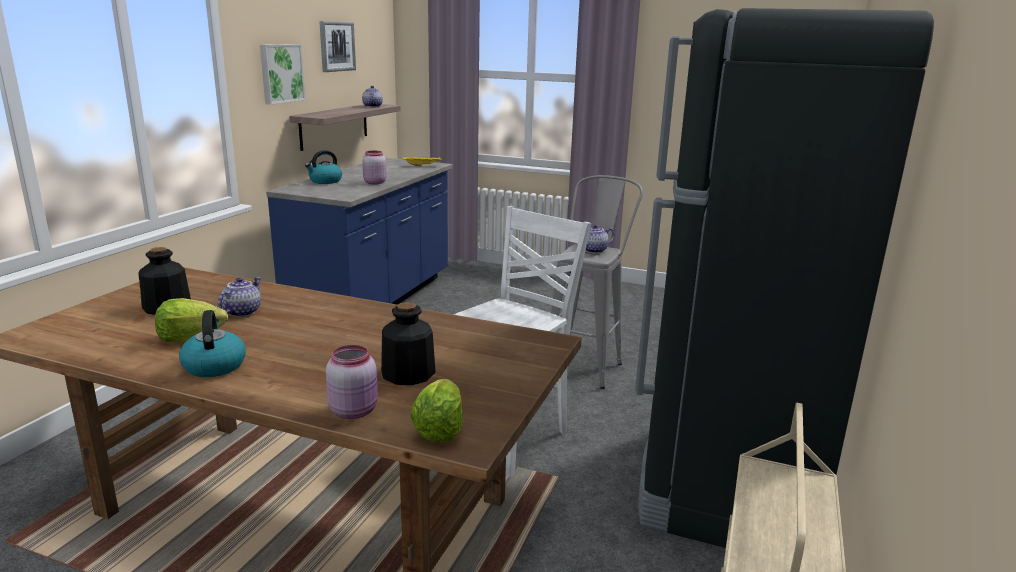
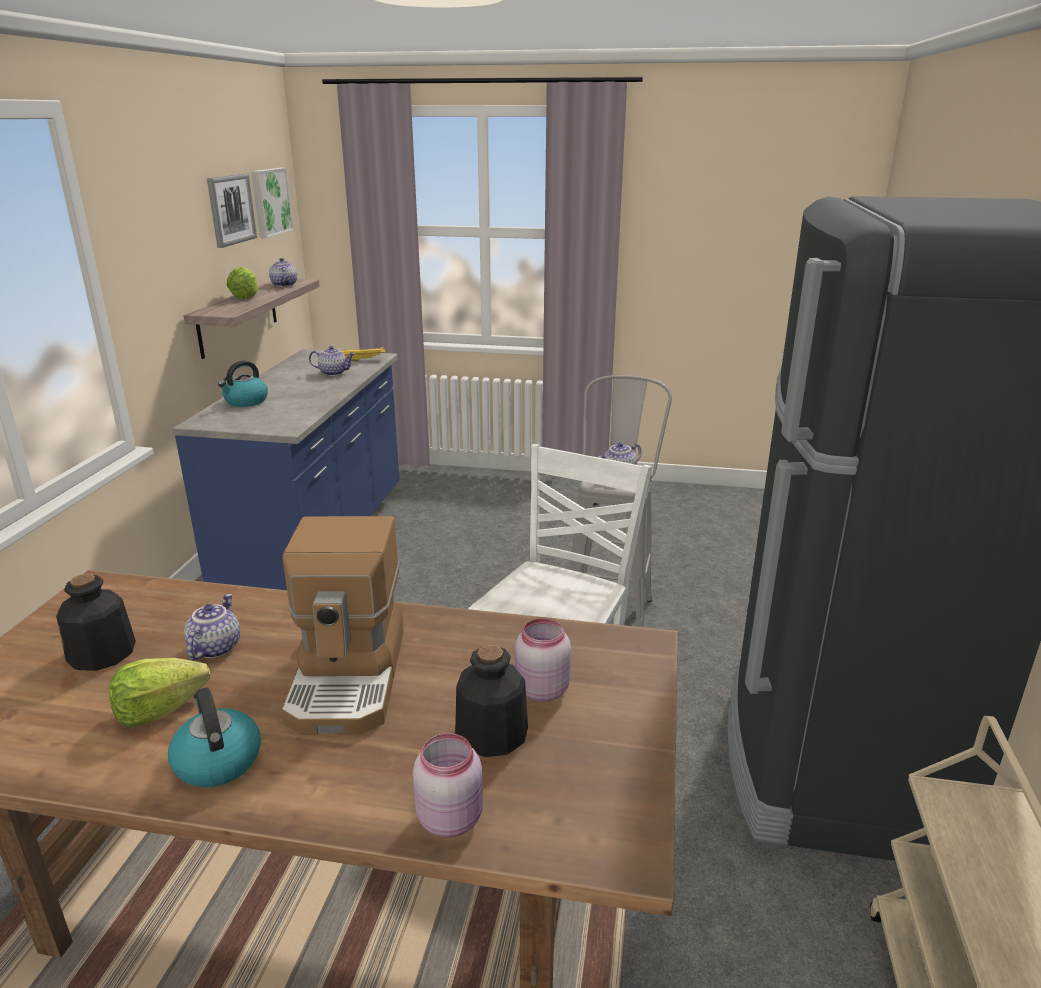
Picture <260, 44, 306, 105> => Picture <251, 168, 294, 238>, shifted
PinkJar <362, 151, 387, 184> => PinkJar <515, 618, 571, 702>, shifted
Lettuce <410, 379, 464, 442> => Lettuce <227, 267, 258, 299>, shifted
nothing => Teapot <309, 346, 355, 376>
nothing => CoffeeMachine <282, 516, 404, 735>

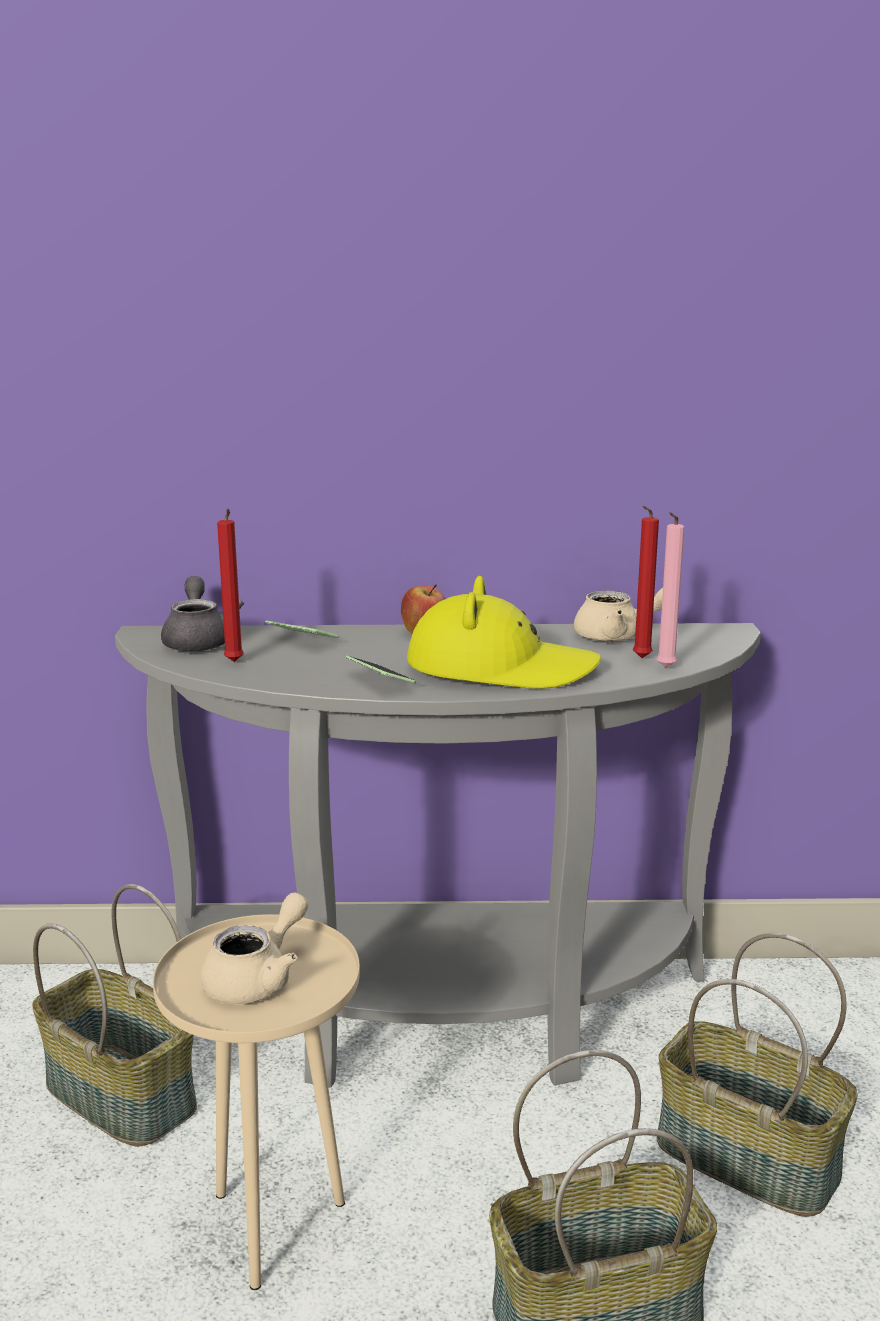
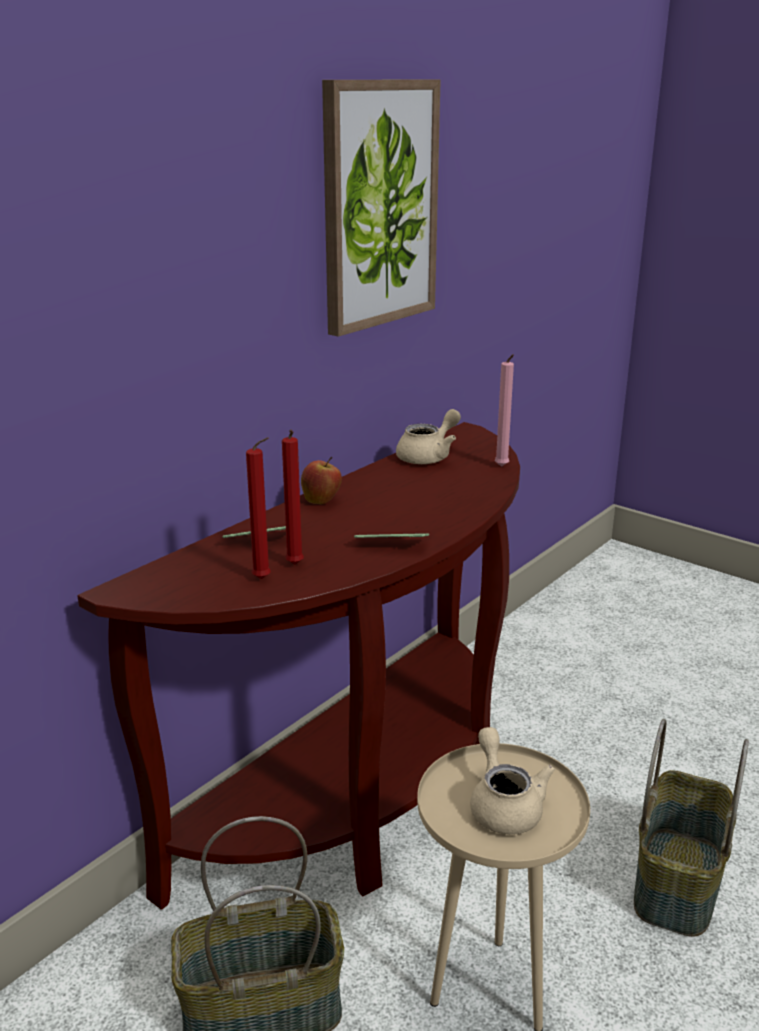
RedCandle <633, 505, 659, 658> => RedCandle <282, 430, 304, 564>, shifted
GreyTeapot <161, 576, 244, 652> => nothing
YellowHat <407, 576, 602, 689> => nothing
GreyConsoleTable <115, 623, 761, 1088> => BrownConsoleTable <78, 422, 520, 910>
Basket <657, 933, 858, 1217> => nothing
nothing => Picture <322, 80, 441, 337>

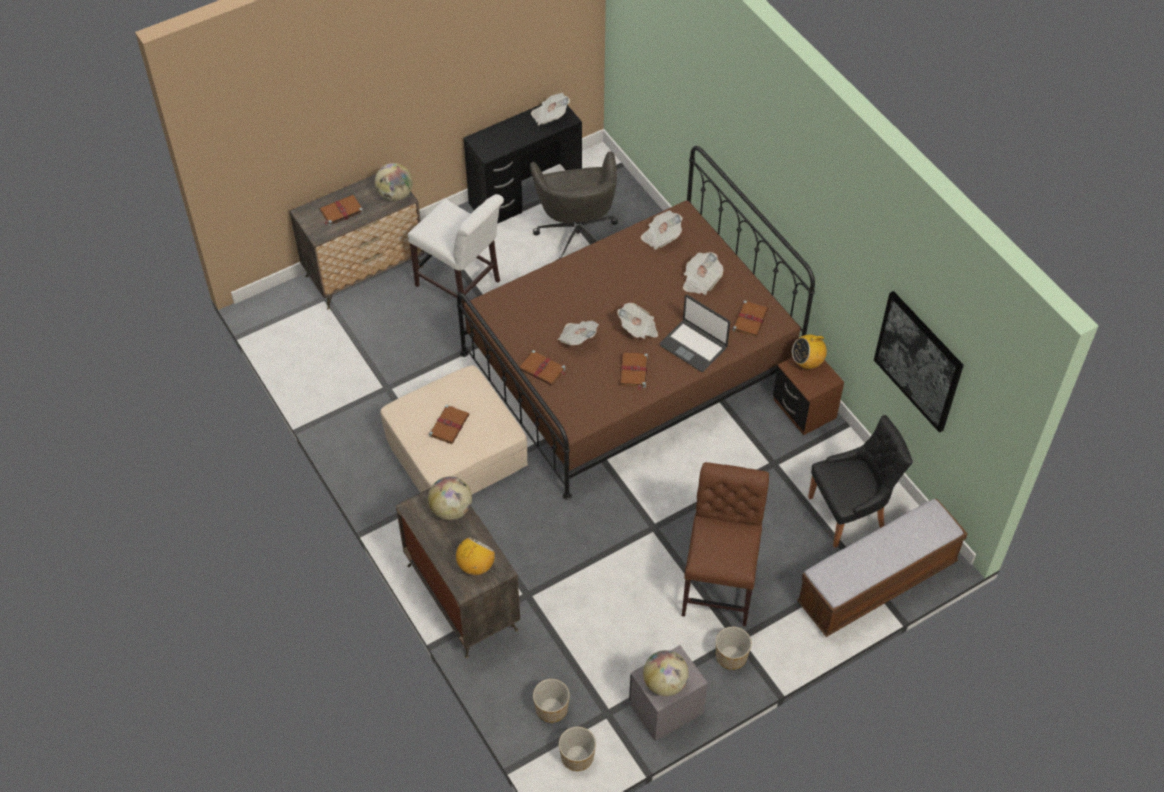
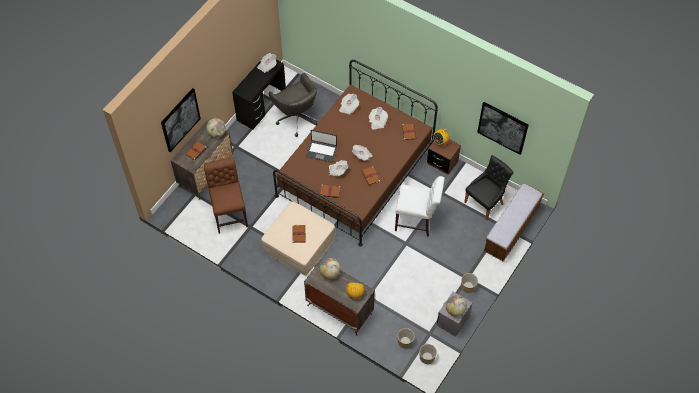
WhiteChair <408, 194, 504, 314> => WhiteChair <395, 176, 445, 237>, shifted
Laptop <660, 295, 730, 372> => Laptop <306, 130, 337, 162>, shifted
BrownChair <682, 462, 769, 627> => BrownChair <204, 158, 248, 234>, shifted
nothing => Picture <161, 88, 201, 152>

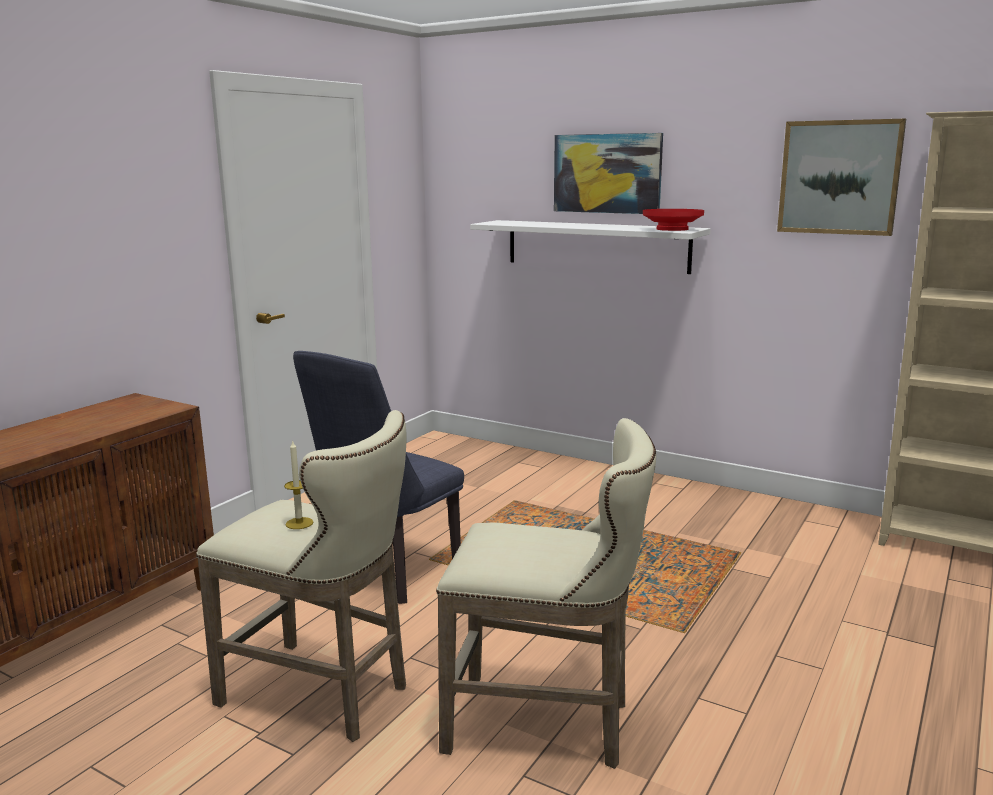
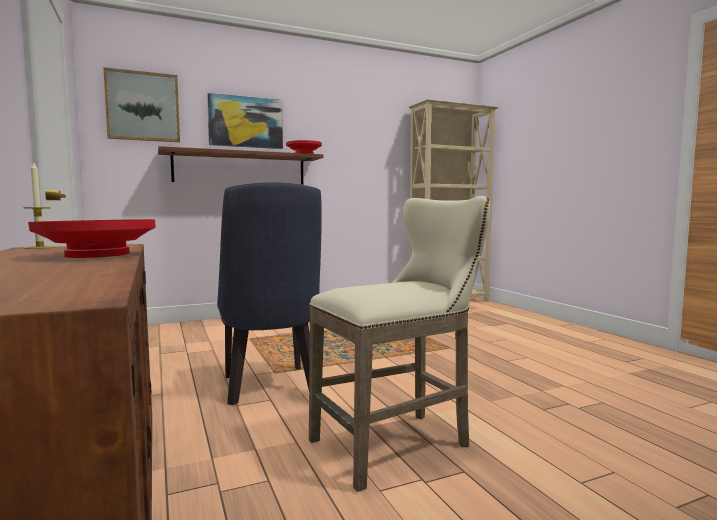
Picture <777, 119, 906, 236> => Picture <103, 67, 180, 142>, shifted
WhiteShelf <470, 220, 711, 274> => BrownShelf <158, 146, 323, 185>
BeigeStool <436, 418, 656, 769> => nothing
Candle <284, 441, 313, 529> => Candle <23, 163, 56, 249>, shifted
nothing => RedBowl <28, 219, 156, 258>

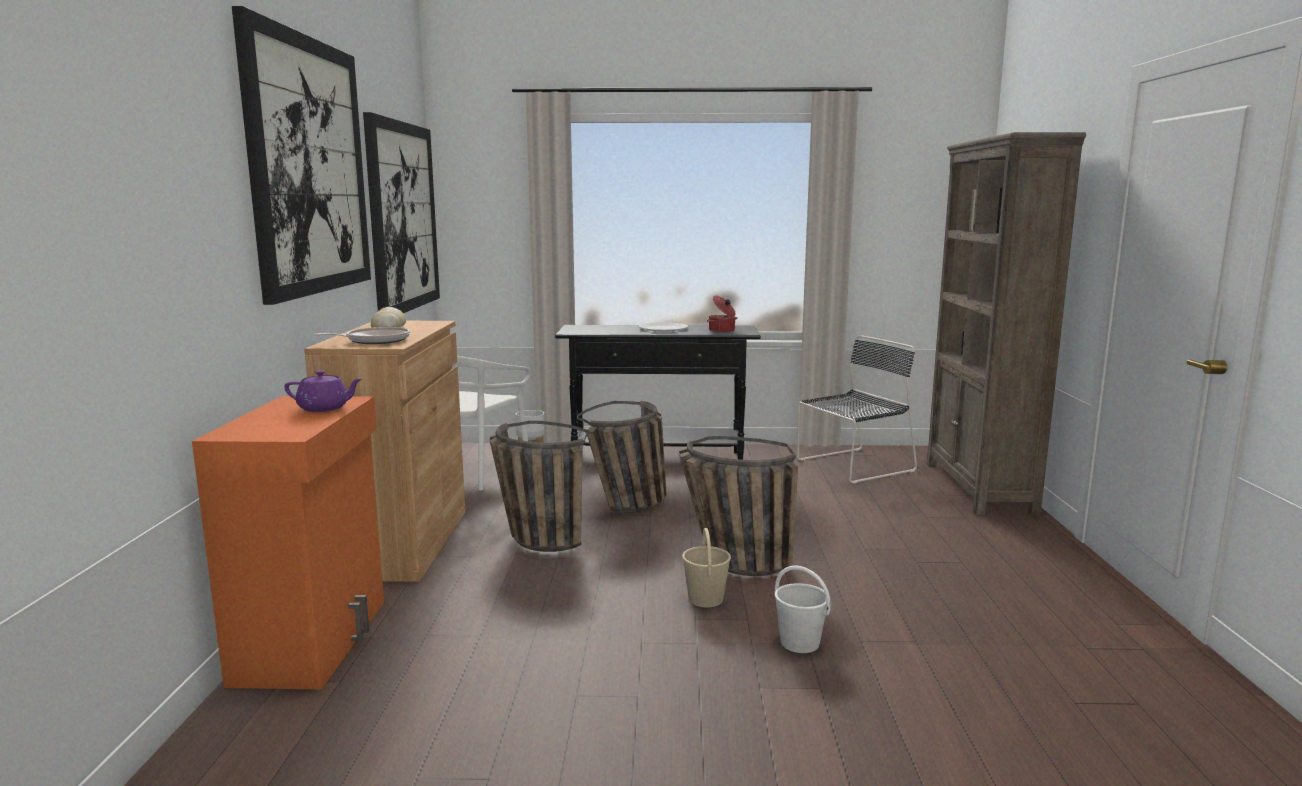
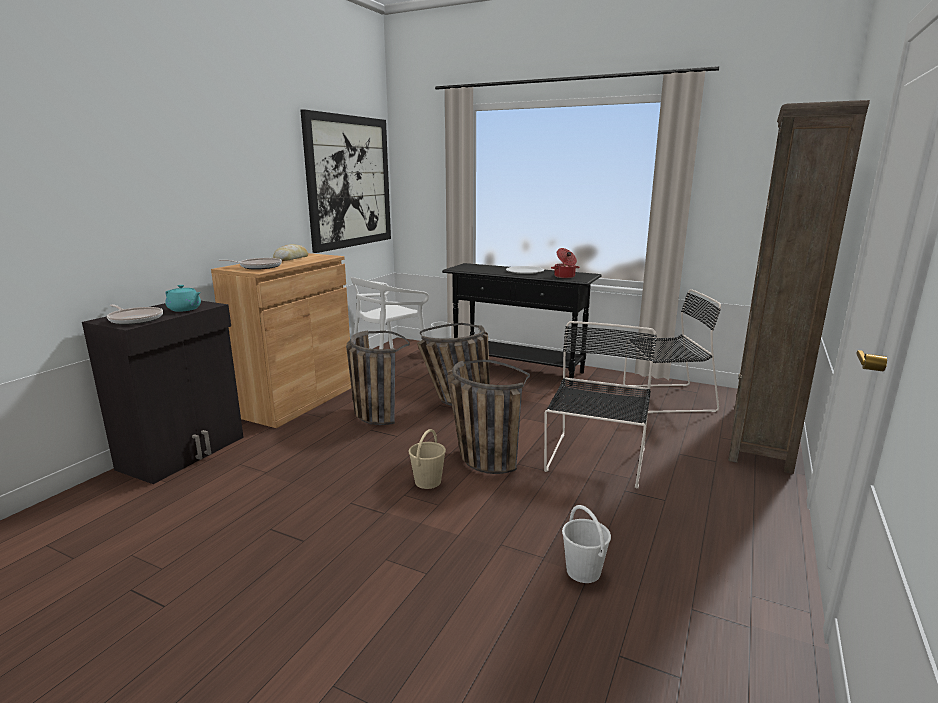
Picture <232, 6, 371, 305> => nothing
PurpleTeapot <284, 370, 362, 412> => TurquoiseTeapot <165, 285, 201, 312>
OrangeCabinet <192, 396, 384, 689> => BlackCabinet <82, 301, 244, 484>
WhiteBucket <775, 565, 831, 653> => WhiteBucket <562, 505, 611, 583>, shifted
nothing => FryingPan <107, 304, 163, 325>
nothing => BlackChair <544, 321, 657, 488>

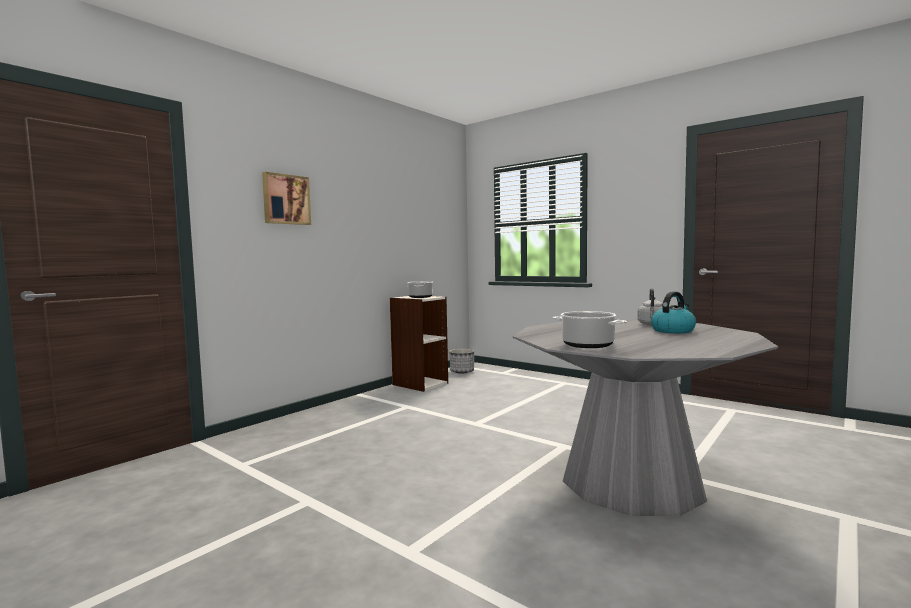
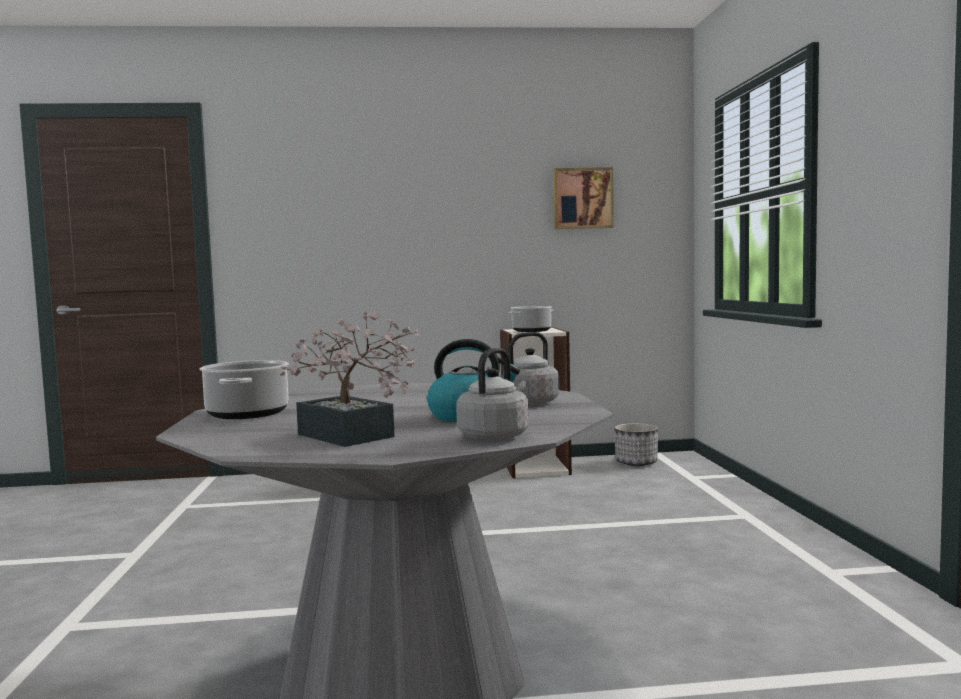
Picture <262, 172, 311, 225> => Picture <553, 167, 614, 229>, shifted
nothing => PottedPlant <278, 311, 420, 447>
nothing => GreyKettle <456, 348, 529, 441>

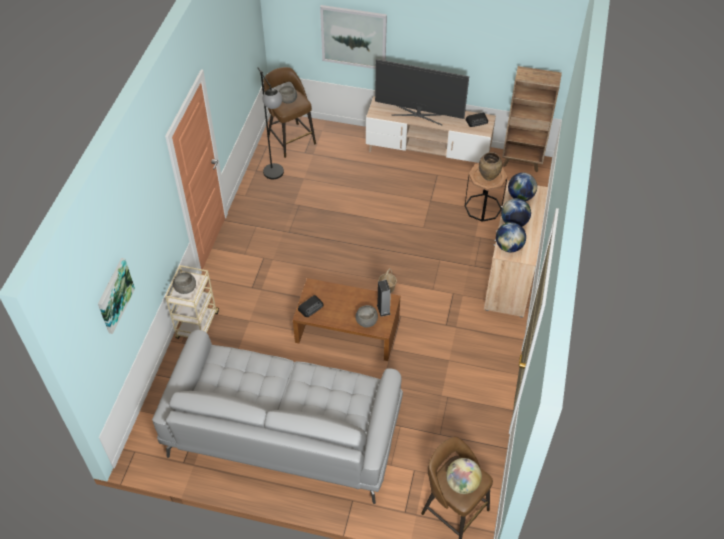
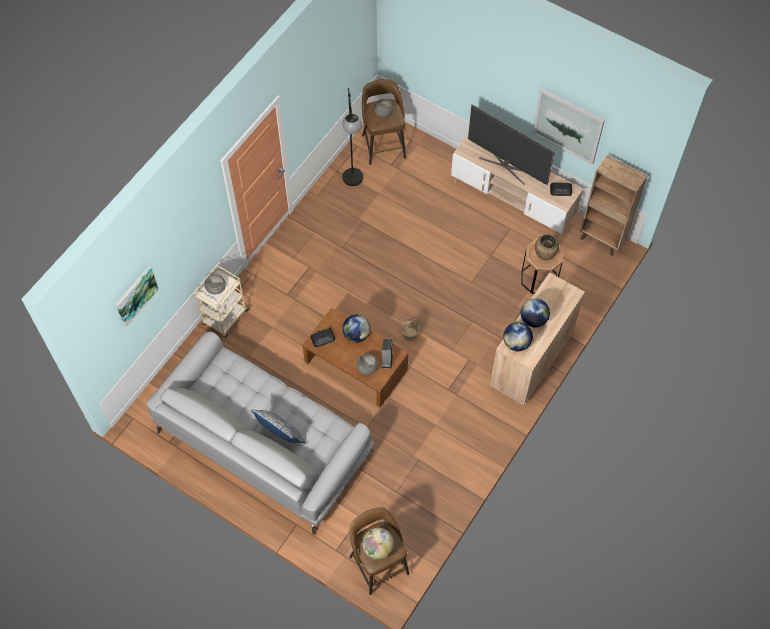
Picture <320, 5, 387, 69> => Picture <533, 89, 605, 165>, shifted
Globe <508, 173, 537, 201> => Globe <342, 315, 371, 343>, shifted
nothing => Pillow <251, 409, 306, 443>

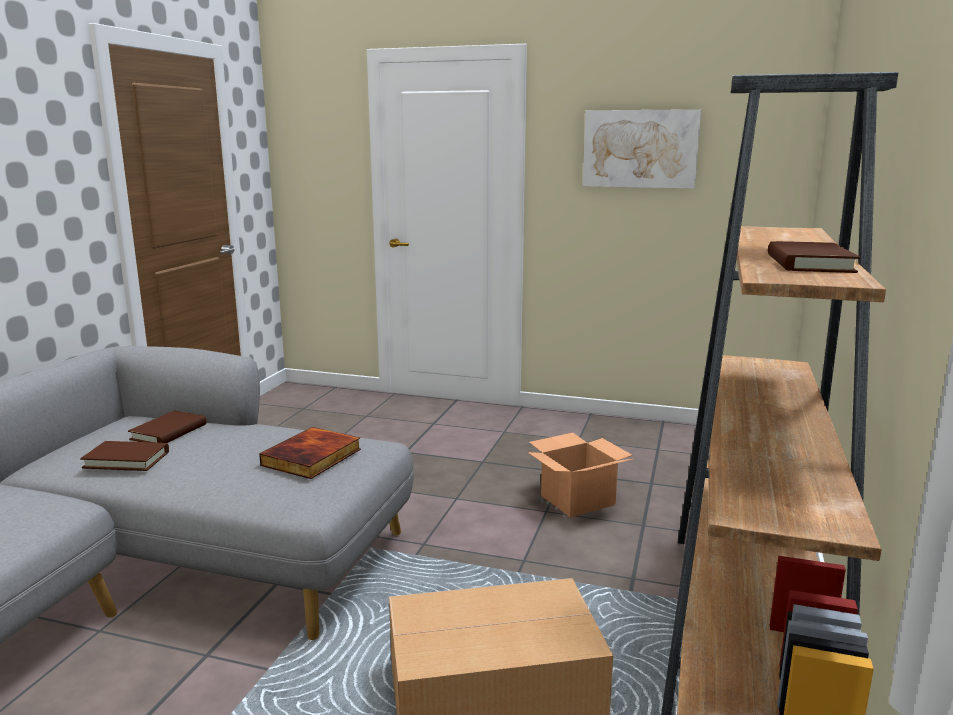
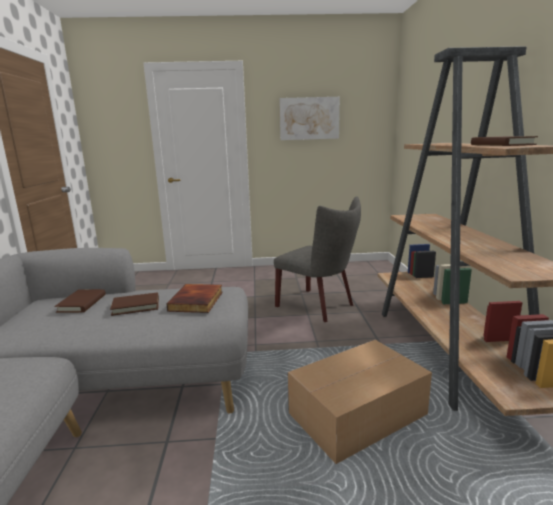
CardboardBox <527, 433, 633, 518> => GreyChair <274, 196, 361, 322>
BrownBook <80, 441, 169, 471> => BrownBook <110, 292, 159, 316>, shifted

